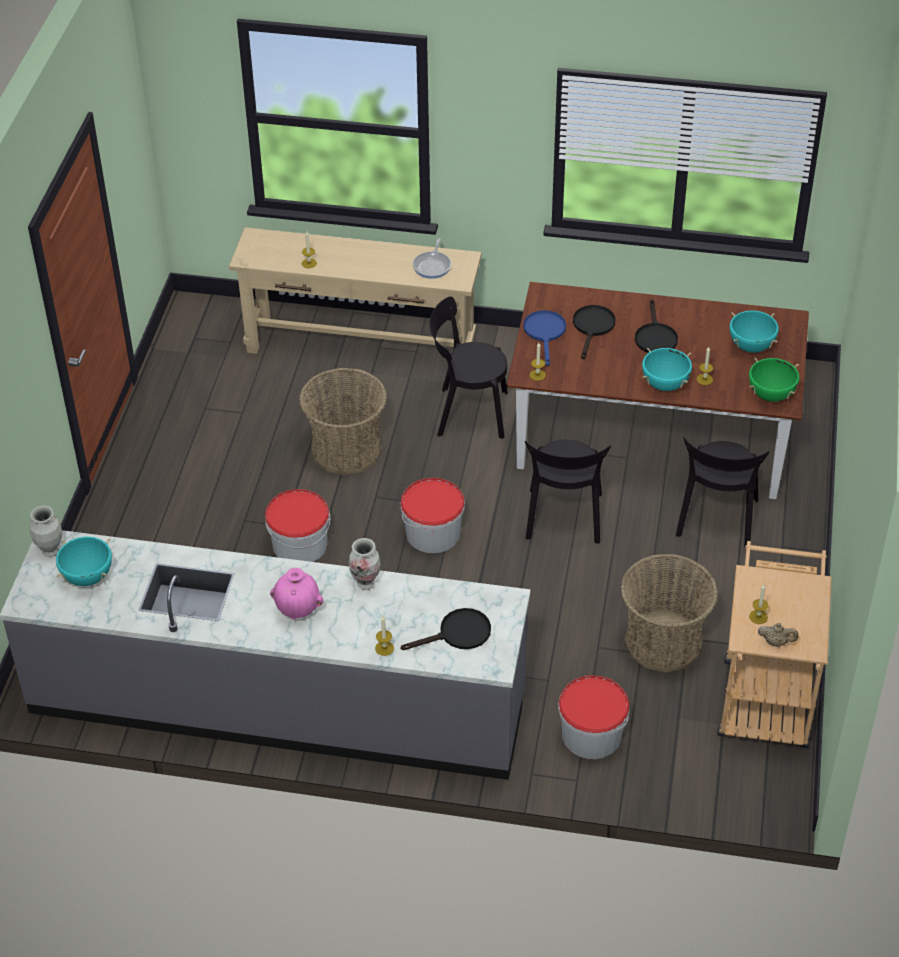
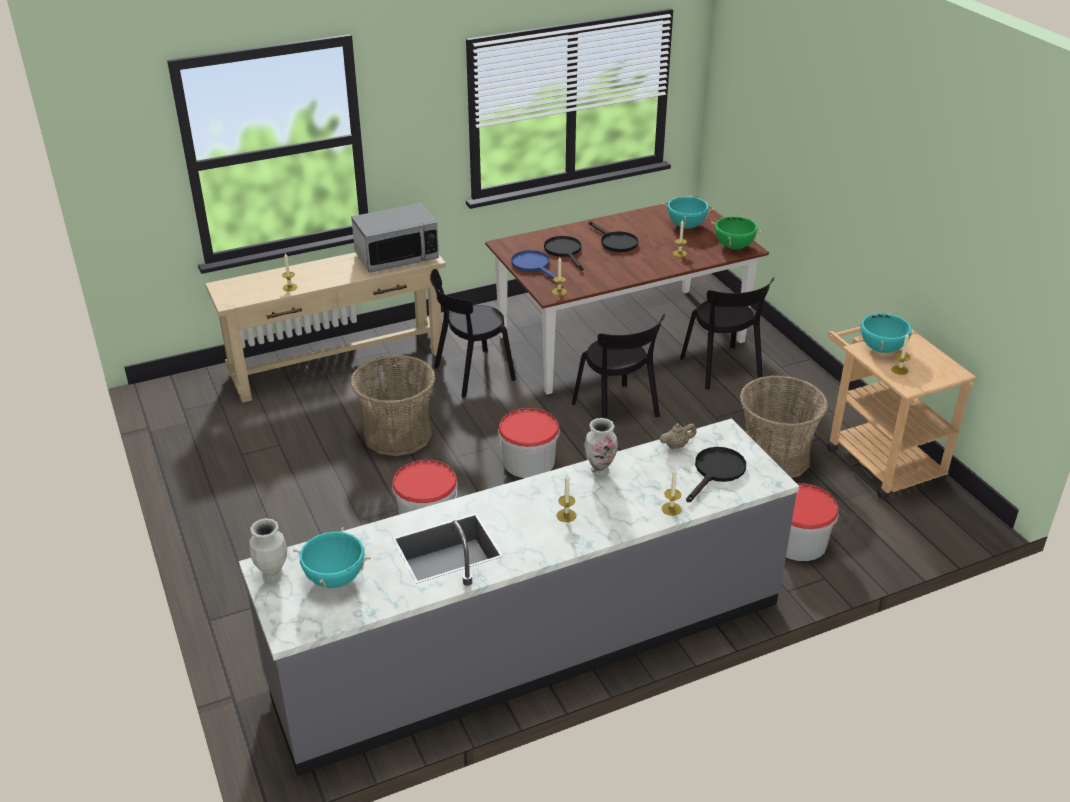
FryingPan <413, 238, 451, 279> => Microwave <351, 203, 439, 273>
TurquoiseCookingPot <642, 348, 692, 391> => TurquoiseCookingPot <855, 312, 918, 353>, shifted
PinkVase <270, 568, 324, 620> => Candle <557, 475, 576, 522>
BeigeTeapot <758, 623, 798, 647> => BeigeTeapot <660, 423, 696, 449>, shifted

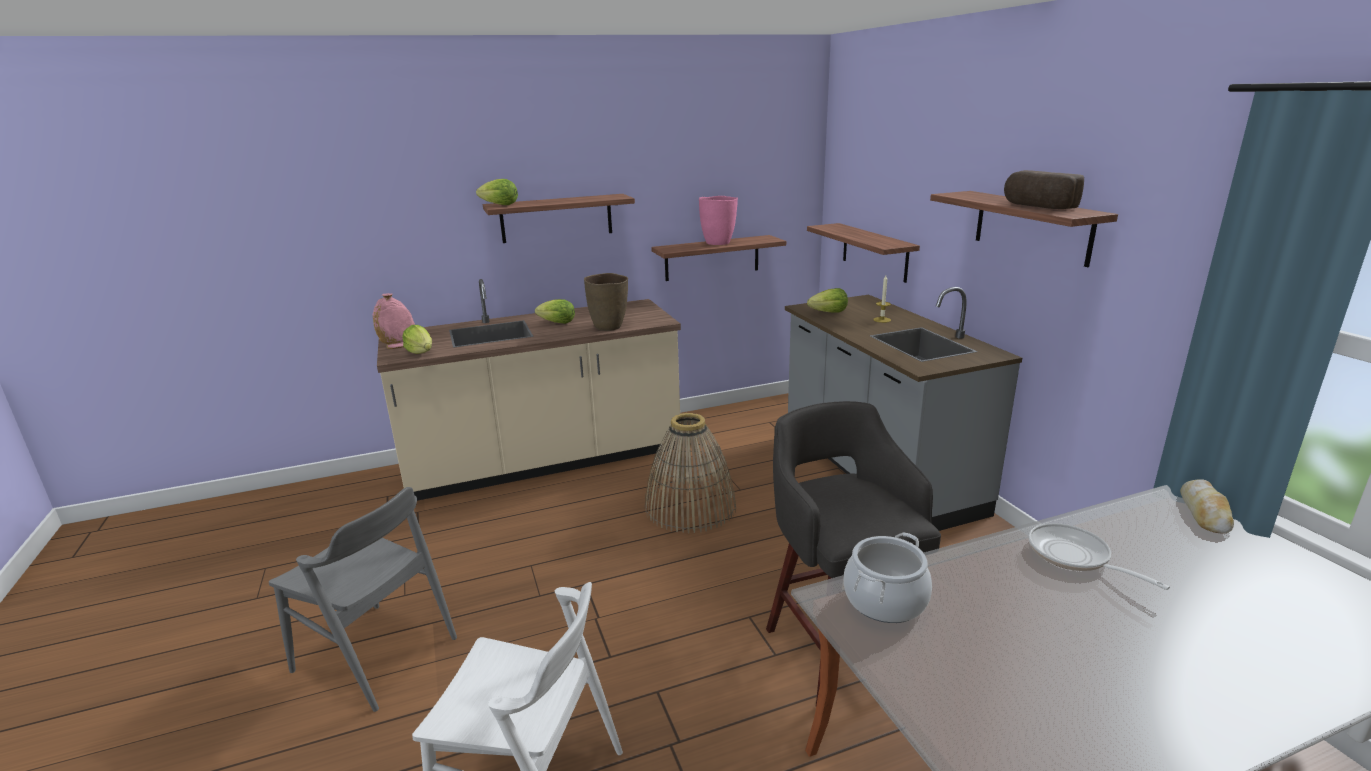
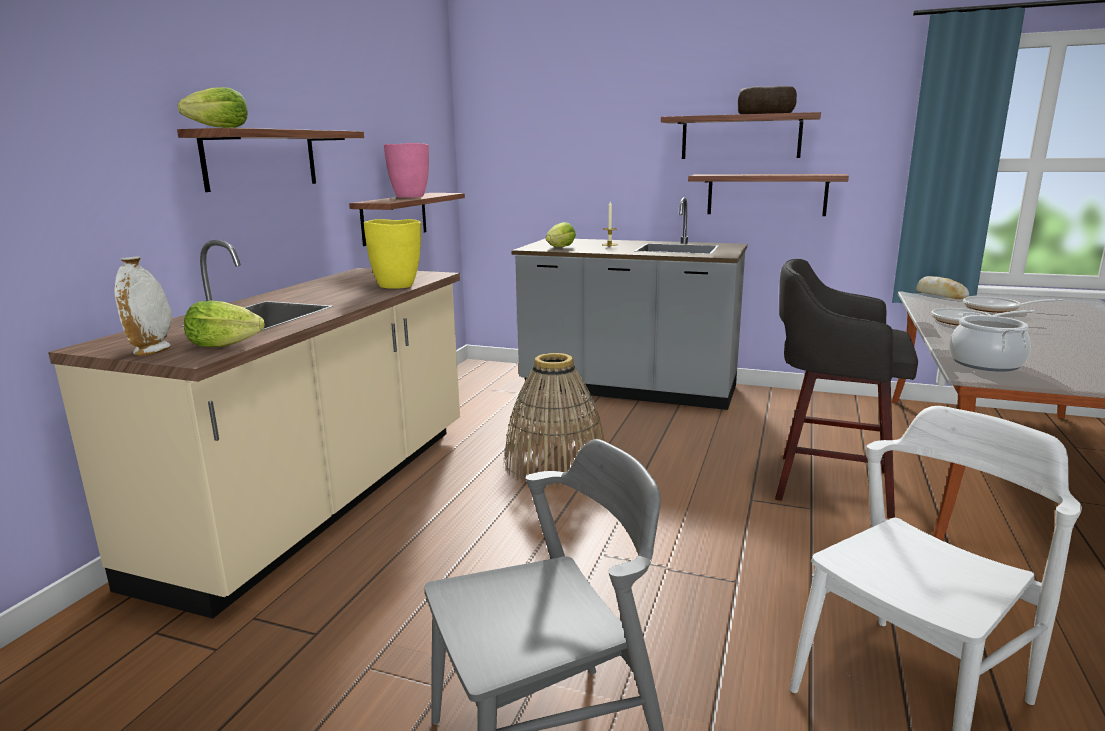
Shelf <807, 223, 920, 283> => Shelf <688, 174, 849, 216>, shifted
BrownVase <584, 273, 628, 331> => YellowVase <364, 219, 421, 289>
PinkVase <372, 293, 415, 349> => WhiteVase <114, 256, 172, 356>
Lettuce <535, 299, 575, 324> => nothing
nothing => FryingPan <963, 296, 1064, 313>

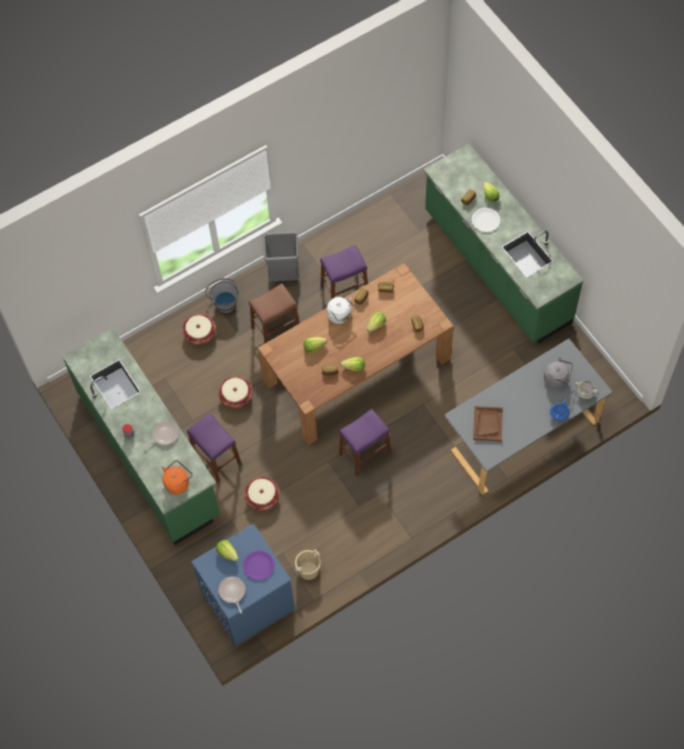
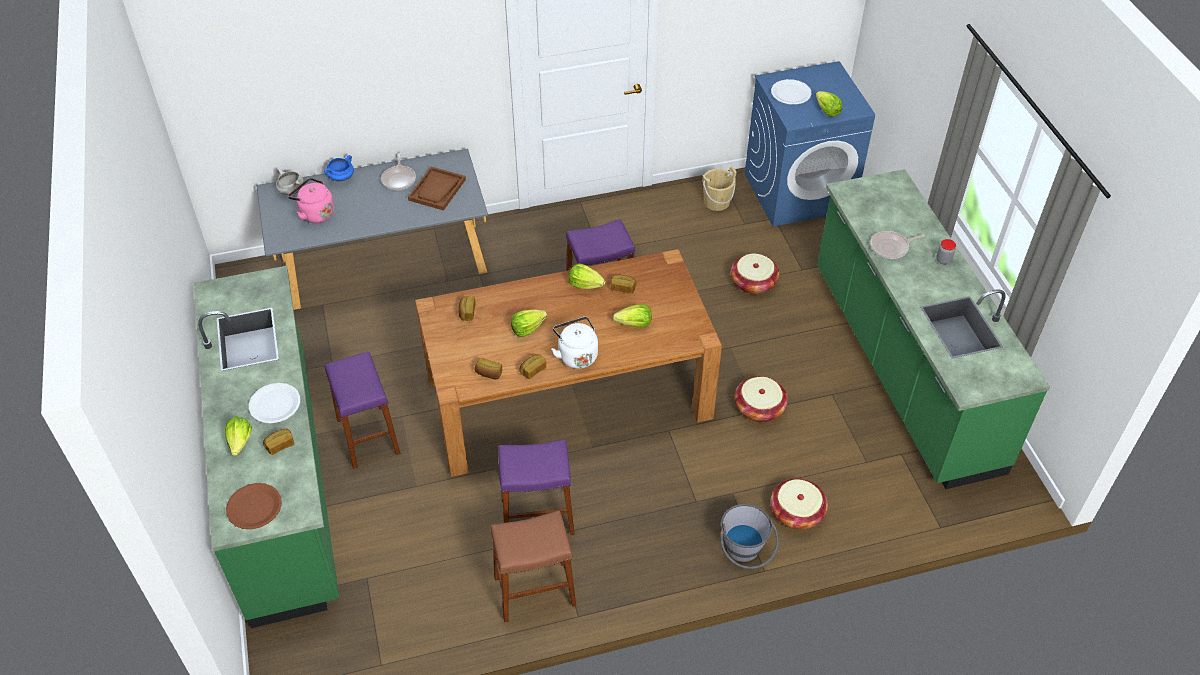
GreyTrashCan <263, 232, 299, 282> => nothing
BrownStool <249, 283, 300, 344> => BrownStool <490, 510, 576, 622>, shifted
GreyKettle <544, 357, 573, 388> => PinkKettle <288, 178, 334, 223>
PurpleStool <187, 413, 242, 483> => PurpleStool <325, 352, 400, 469>, shifted
OrangeKettle <162, 460, 192, 495> => nothing
PurplePlate <243, 550, 275, 581> => WhitePlate <771, 79, 812, 105>
FryingPan <218, 577, 245, 614> => FryingPan <381, 153, 416, 190>, shifted
nothing => BrownPlate <226, 483, 282, 529>

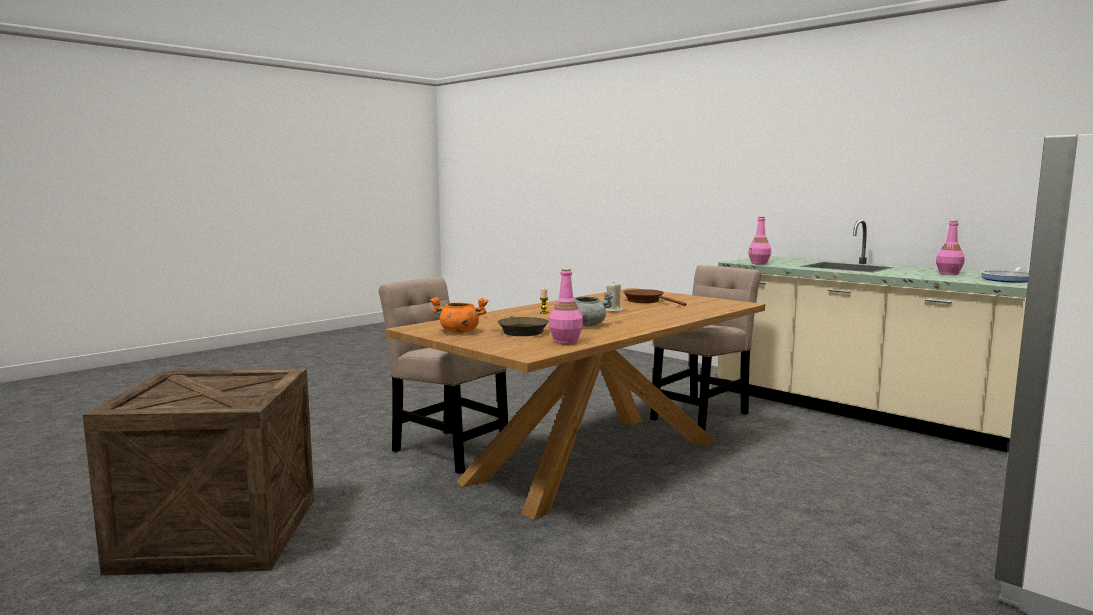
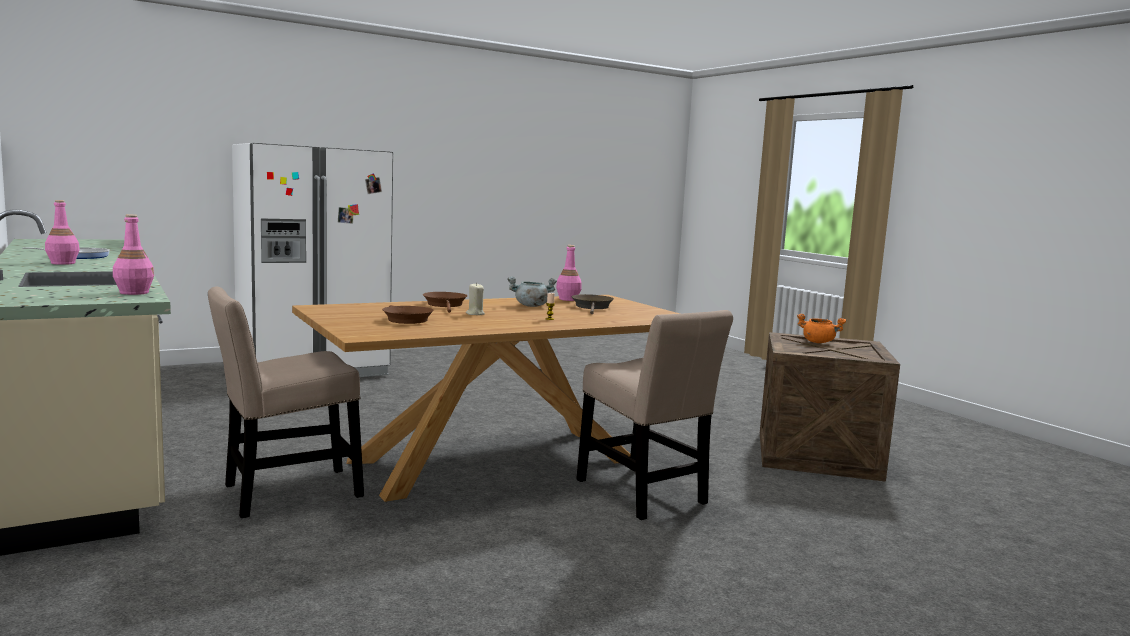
OrangeCookingPot <430, 297, 489, 333> => OrangeCookingPot <797, 314, 846, 343>, shifted
nothing => BrownFryingPan <423, 292, 467, 313>

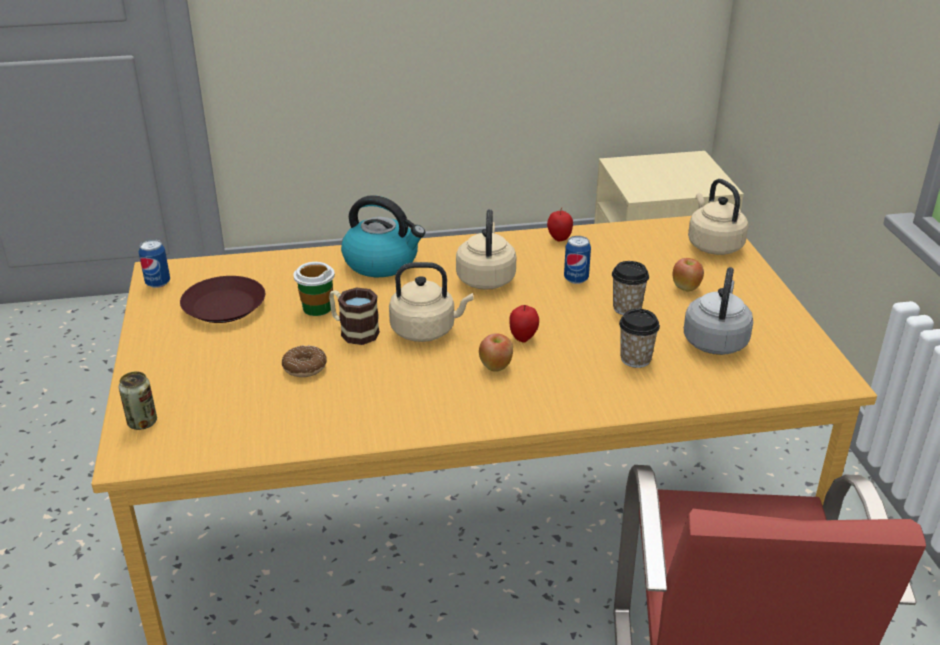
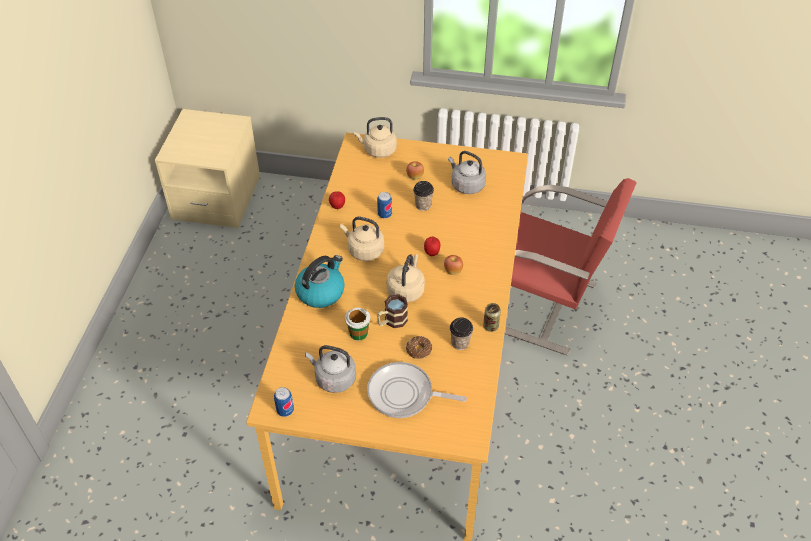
BrownPlate <180, 276, 265, 323> => GreyKettle <305, 345, 356, 393>
Cup <619, 309, 660, 368> => Cup <450, 317, 473, 350>, shifted
Can <119, 372, 157, 430> => Can <483, 303, 501, 332>, shifted
nothing => FryingPan <367, 362, 467, 418>

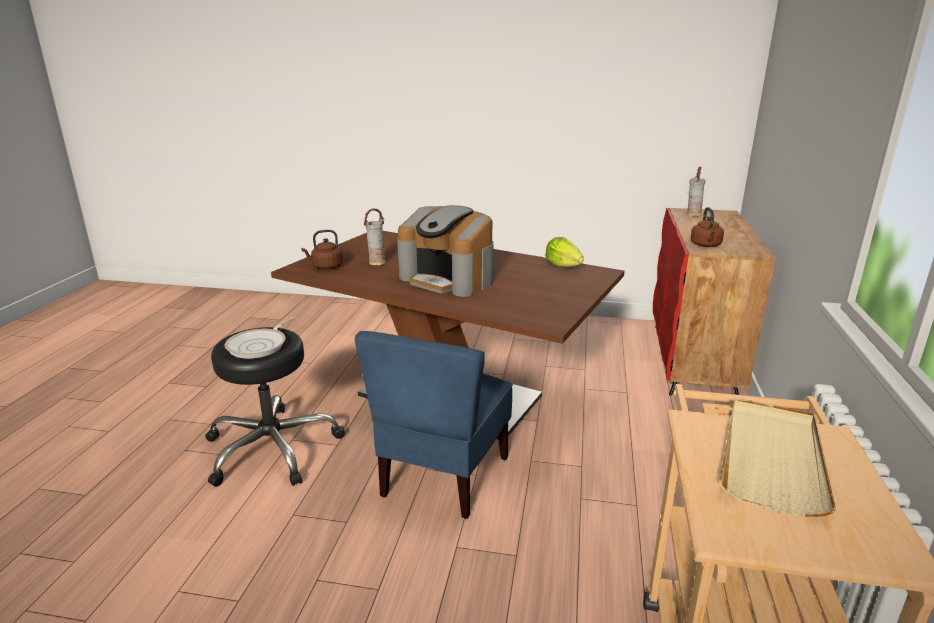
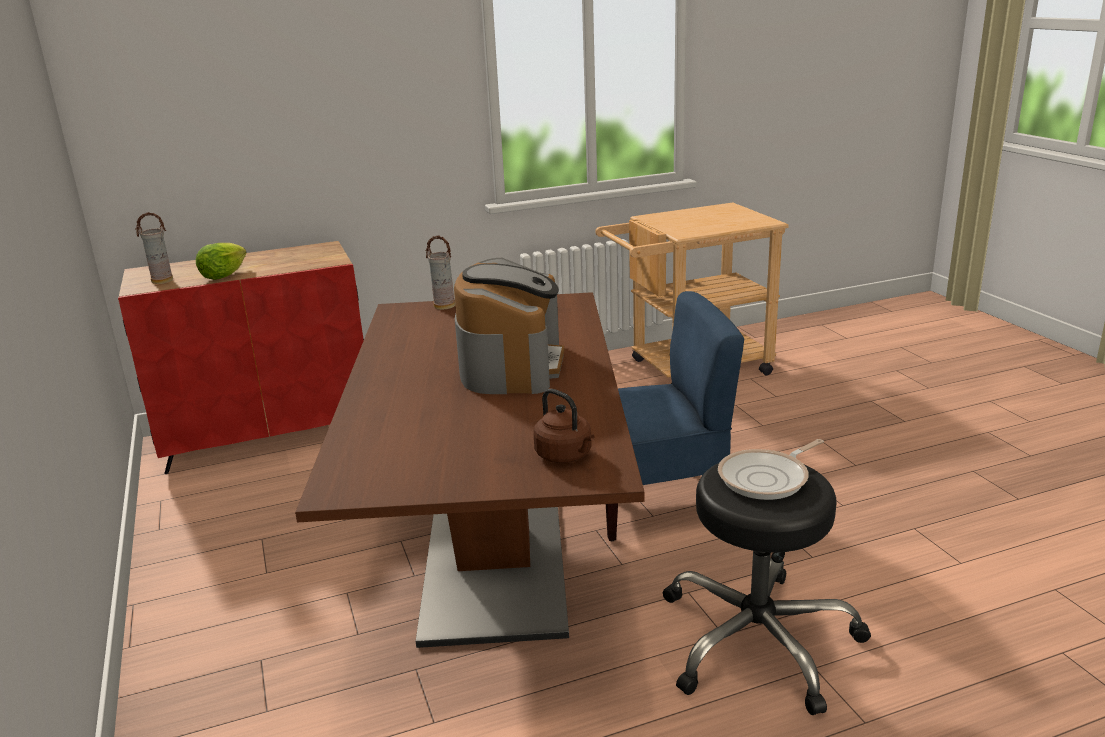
BrownKettle <691, 207, 724, 247> => nothing
Vase <364, 208, 386, 265> => Vase <426, 236, 455, 310>, shifted
Lettuce <545, 237, 584, 267> => Lettuce <196, 243, 247, 280>, shifted
FryingPan <224, 317, 295, 359> => FryingPan <718, 439, 824, 500>, 150 degrees clockwise
BeigeTray <719, 398, 836, 517> => nothing

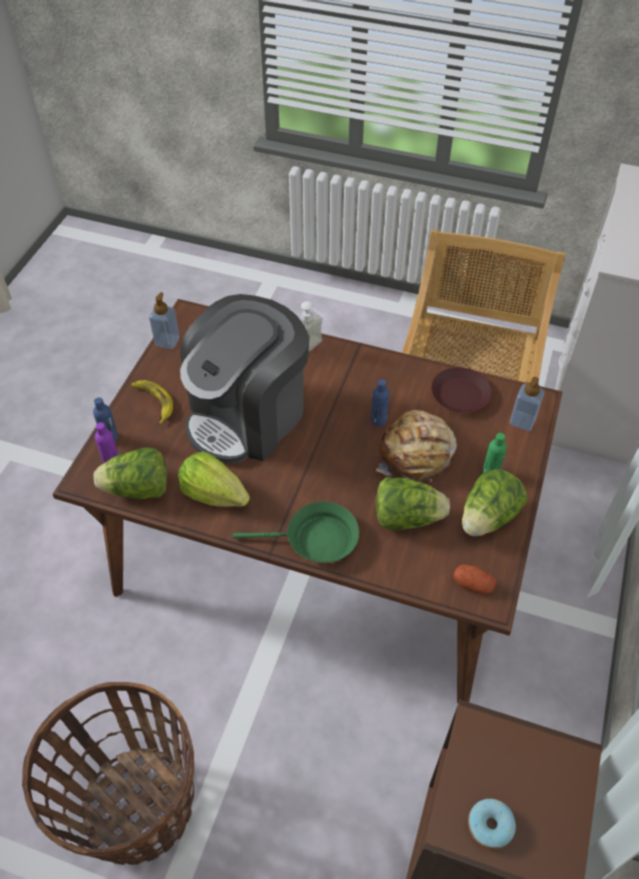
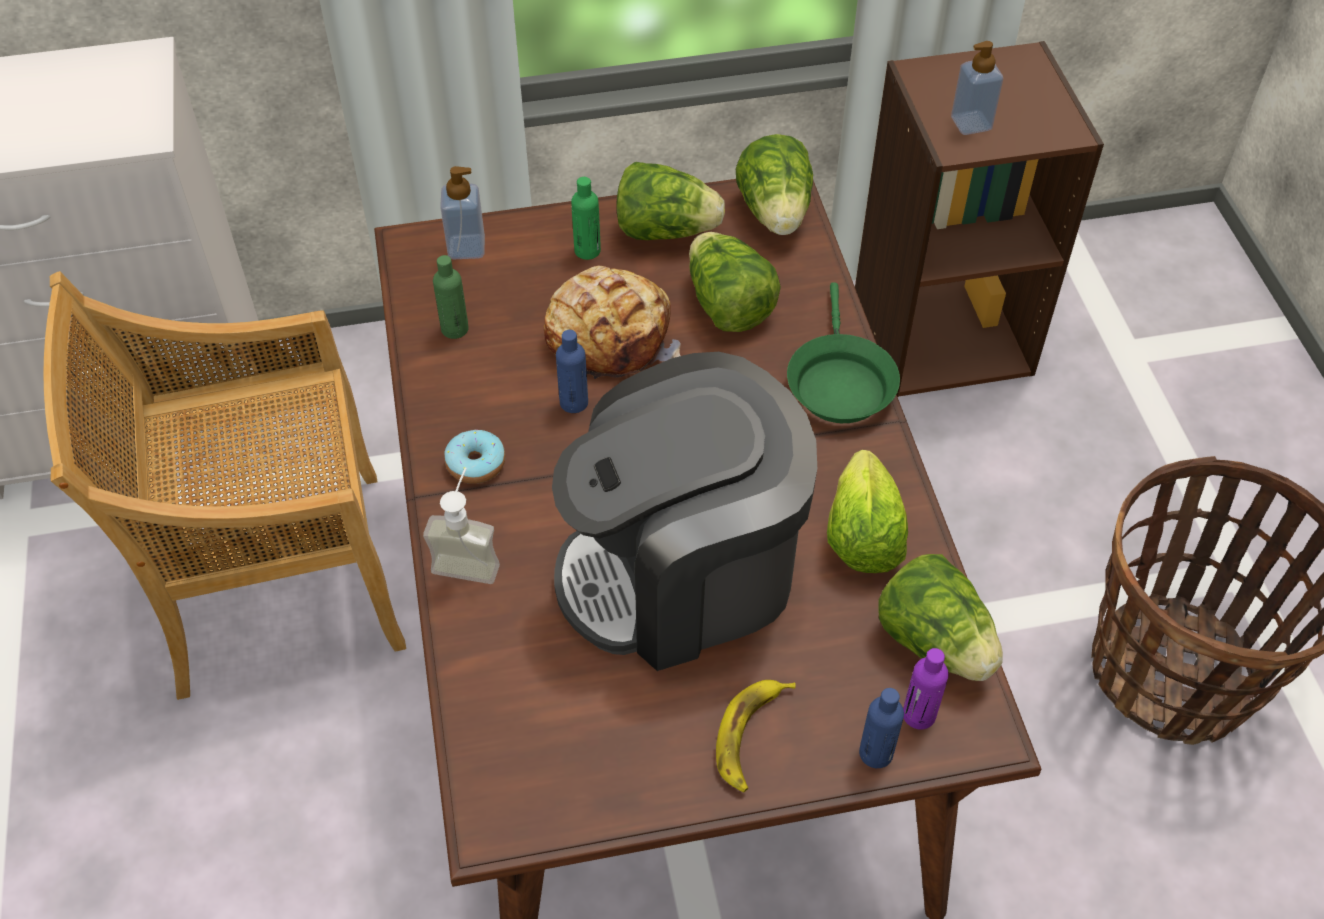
SoapDispenser <149, 292, 180, 349> => SoapDispenser <951, 41, 1003, 135>, shifted
CoffeeMachine <180, 294, 309, 464> => CoffeeMachine <552, 352, 817, 671>, 150 degrees clockwise
BrownPlate <431, 367, 492, 413> => GreenBottle <433, 255, 469, 339>
GreenFryingPan <233, 501, 359, 563> => GreenFryingPan <787, 282, 900, 423>, 150 degrees counterclockwise
Potato <453, 565, 496, 594> => Lettuce <736, 134, 813, 235>
Donut <468, 799, 516, 850> => Donut <445, 430, 505, 484>, shifted

